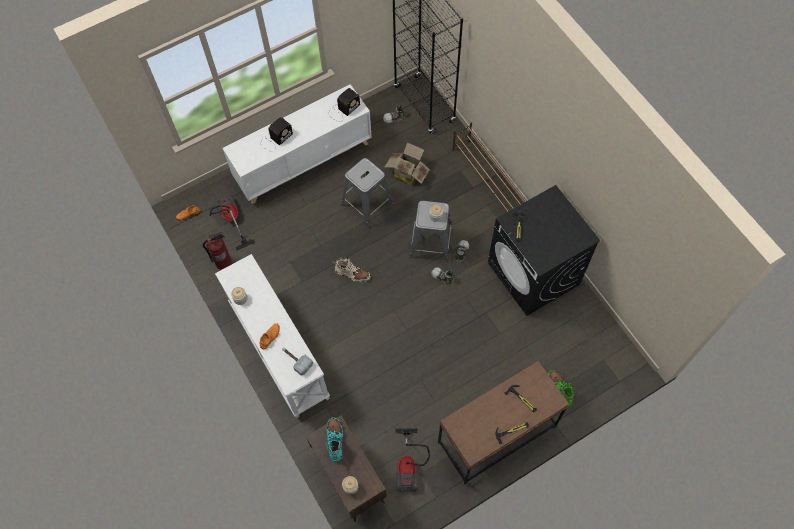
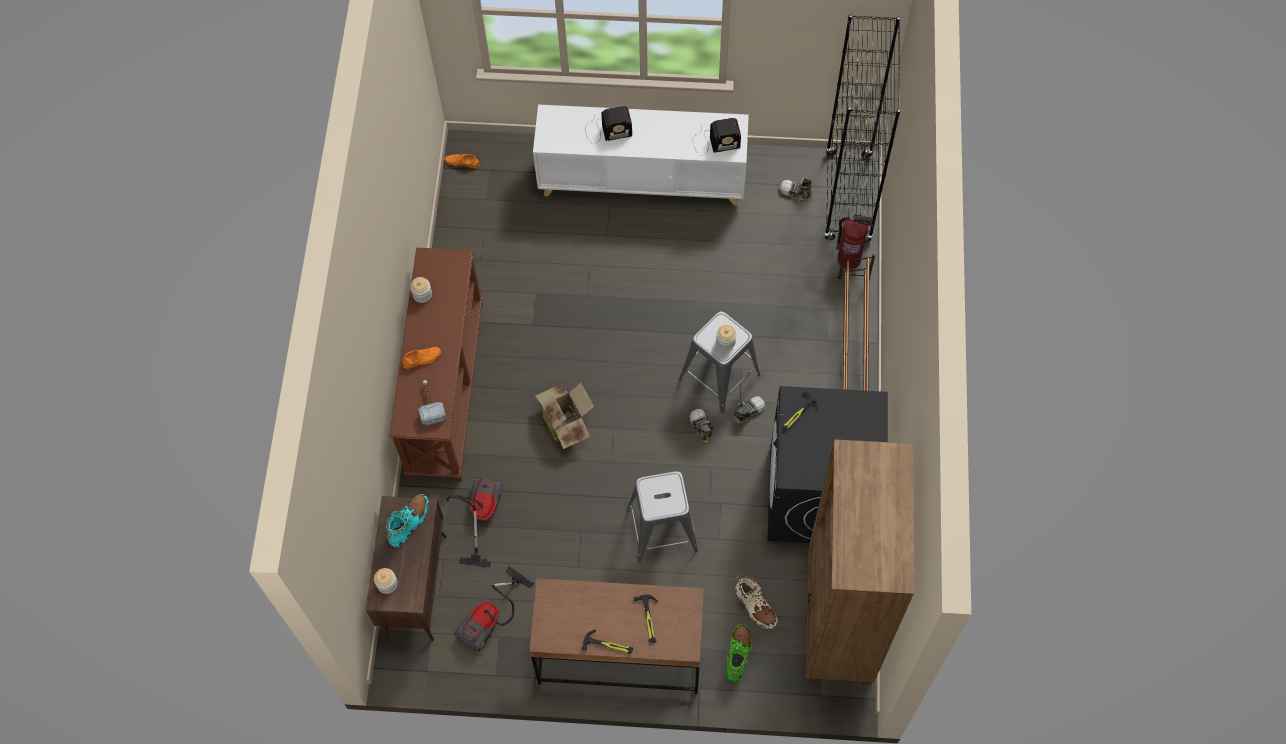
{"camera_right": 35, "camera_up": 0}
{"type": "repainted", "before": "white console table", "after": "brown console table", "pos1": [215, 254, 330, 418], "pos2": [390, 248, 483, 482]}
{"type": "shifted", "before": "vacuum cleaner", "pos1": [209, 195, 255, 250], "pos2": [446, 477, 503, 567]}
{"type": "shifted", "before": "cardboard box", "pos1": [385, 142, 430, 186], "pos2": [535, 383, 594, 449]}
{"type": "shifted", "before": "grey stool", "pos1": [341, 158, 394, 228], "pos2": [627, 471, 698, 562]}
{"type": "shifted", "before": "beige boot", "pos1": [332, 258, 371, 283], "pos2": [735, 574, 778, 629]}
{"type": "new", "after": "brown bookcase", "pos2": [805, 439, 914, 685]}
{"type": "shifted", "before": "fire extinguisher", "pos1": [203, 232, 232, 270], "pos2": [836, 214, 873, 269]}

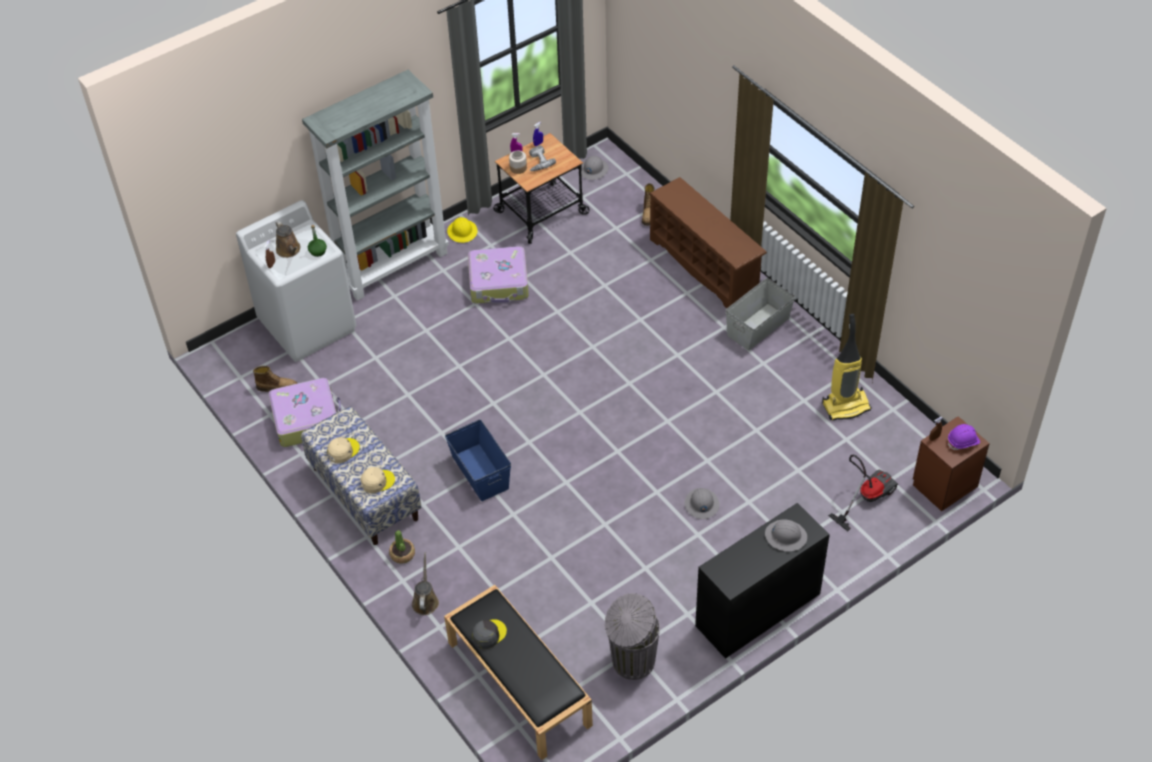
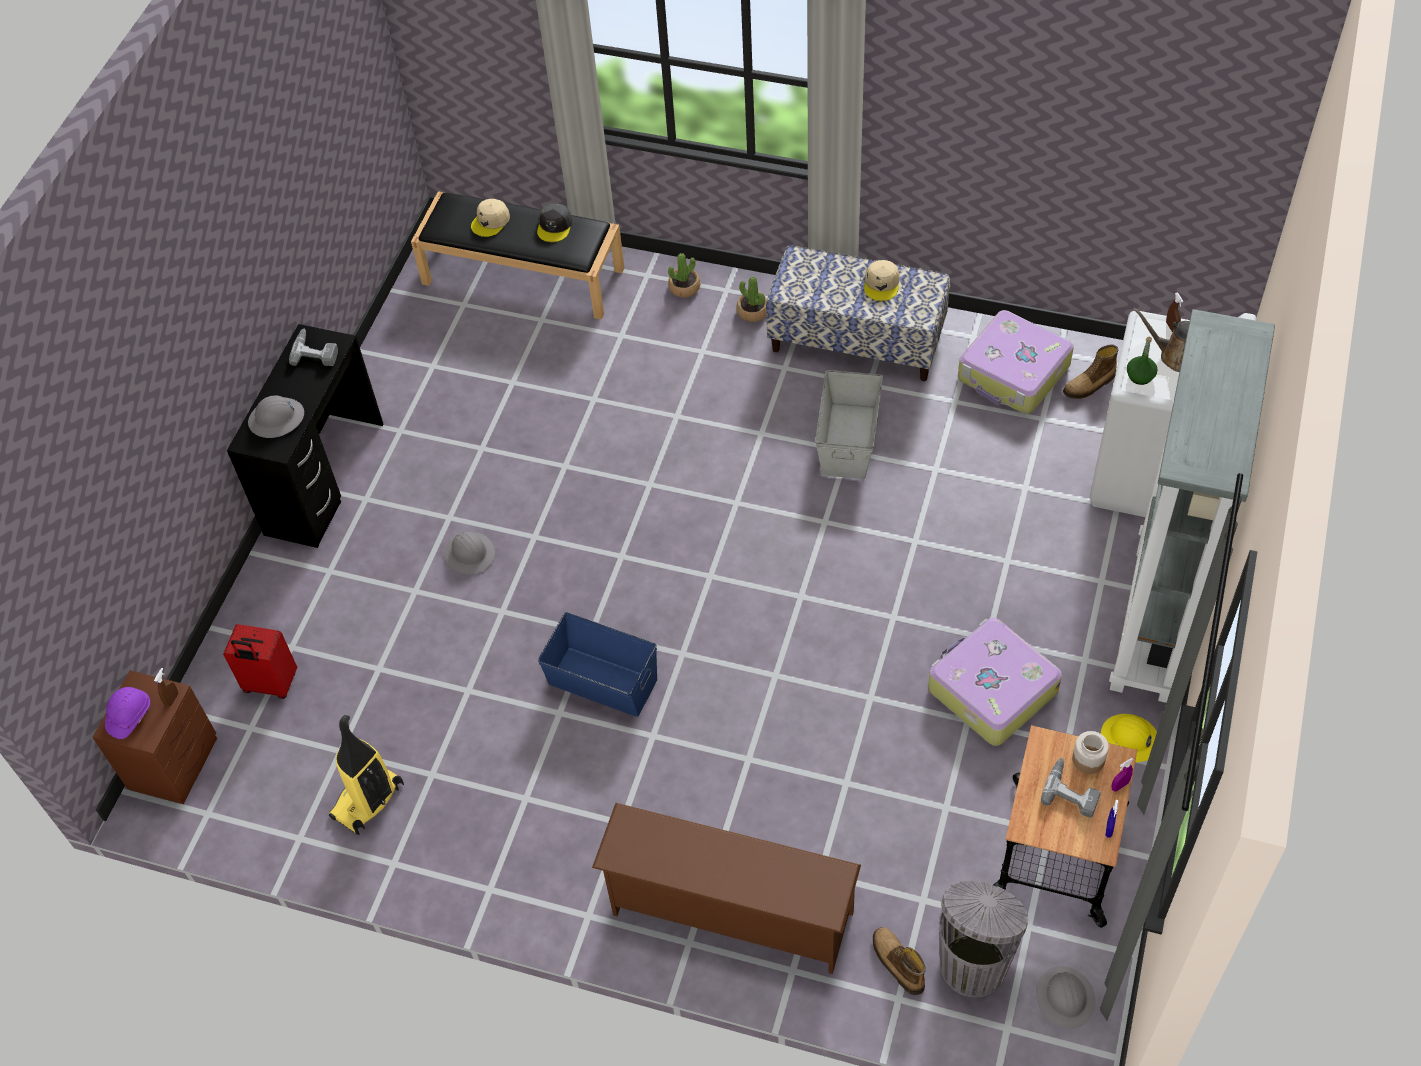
{"camera_right": 145, "camera_up": 5}
{"type": "swapped", "before": "vacuum cleaner", "after": "red suitcase", "pos1": [828, 455, 898, 532], "pos2": [223, 624, 297, 699]}
{"type": "new", "after": "power drill", "pos2": [289, 329, 338, 366]}
{"type": "shifted", "before": "beige cap", "pos1": [361, 467, 395, 493], "pos2": [471, 199, 510, 237]}
{"type": "shifted", "before": "blue storage box", "pos1": [445, 419, 511, 501], "pos2": [538, 612, 657, 717]}
{"type": "swapped", "before": "brown watering can", "after": "potted plant", "pos1": [412, 552, 439, 615], "pos2": [668, 253, 700, 298]}
{"type": "shifted", "before": "grey storage box", "pos1": [725, 278, 795, 351], "pos2": [815, 370, 883, 479]}
{"type": "shifted", "before": "grey trash can", "pos1": [605, 593, 660, 680], "pos2": [939, 880, 1028, 998]}

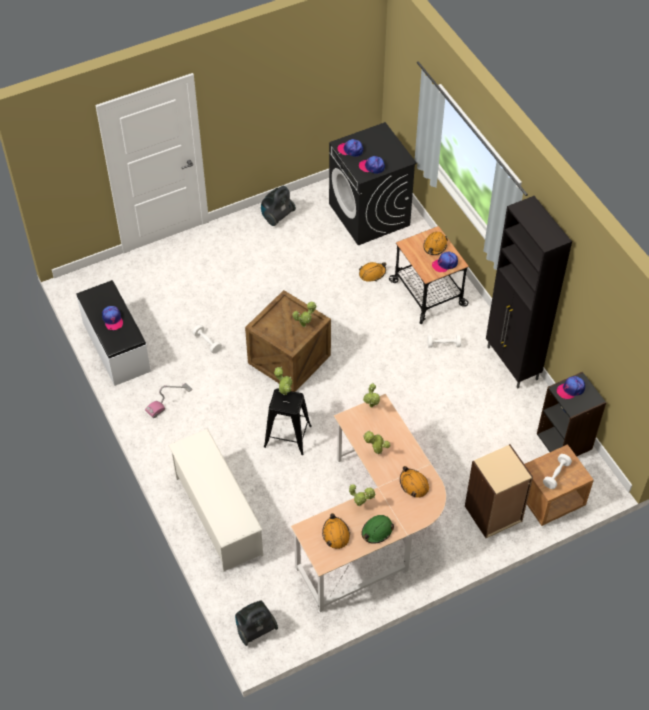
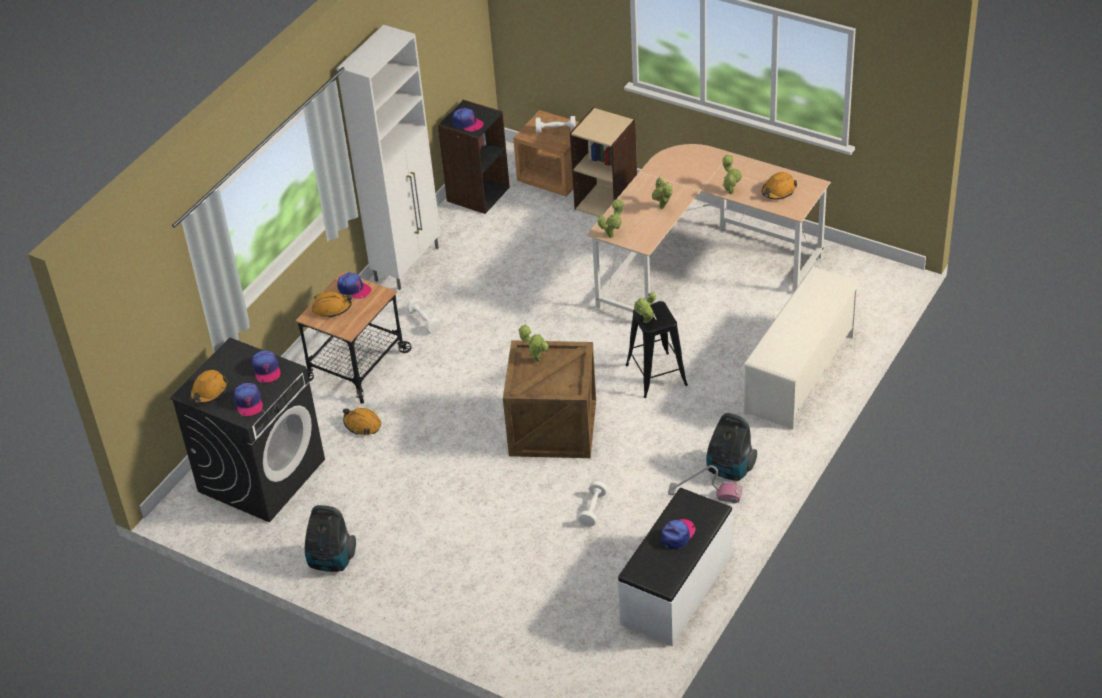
{"camera_right": -120, "camera_up": -10}
{"type": "shifted", "before": "orange hard hat", "pos1": [400, 466, 429, 497], "pos2": [190, 370, 227, 404]}
{"type": "repainted", "before": "black cabinet", "after": "white cabinet", "pos1": [486, 196, 572, 389], "pos2": [337, 25, 441, 290]}
{"type": "shifted", "before": "vacuum cleaner", "pos1": [235, 600, 278, 646], "pos2": [706, 413, 757, 481]}
{"type": "gone", "before": "green hard hat", "pos1": [362, 515, 394, 544]}

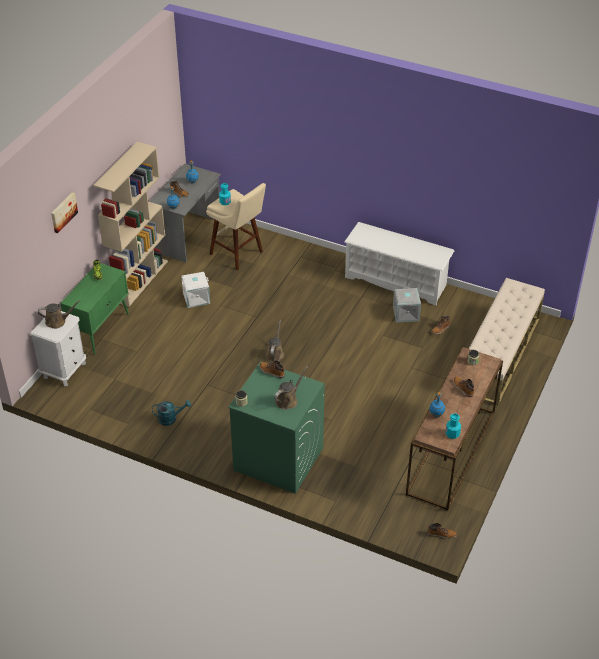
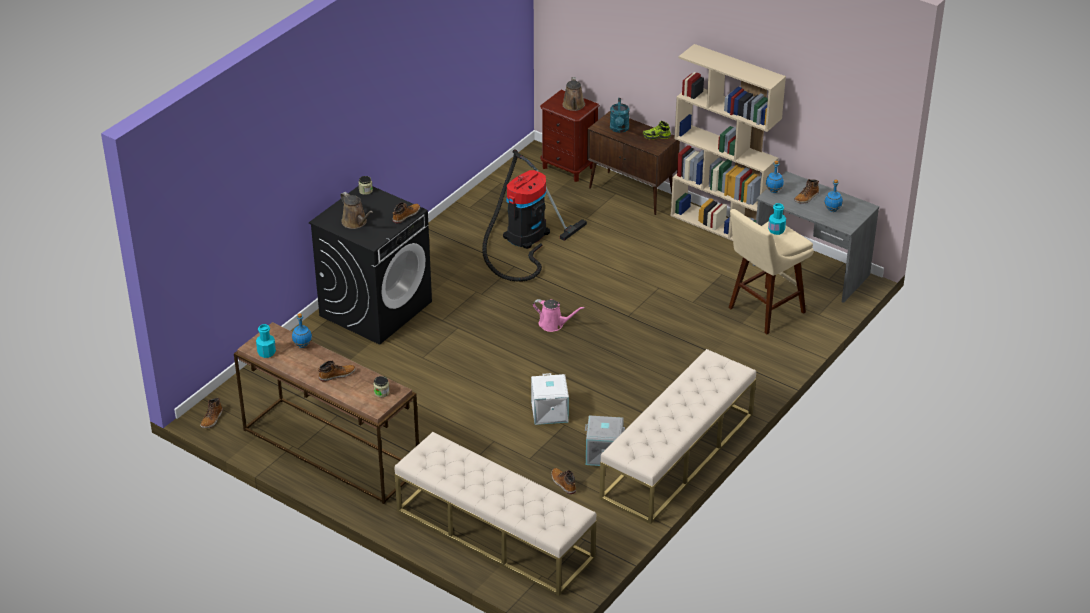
{"camera_right": 100, "camera_up": -5}
{"type": "repainted", "before": "green washing machine", "after": "black washing machine", "pos1": [228, 361, 325, 494], "pos2": [309, 186, 432, 345]}
{"type": "new", "after": "vacuum cleaner", "pos2": [482, 149, 587, 282]}
{"type": "shifted", "before": "white storage box", "pos1": [181, 272, 210, 308], "pos2": [531, 373, 569, 425]}
{"type": "repainted", "before": "brown watering can", "after": "pink watering can", "pos1": [265, 320, 284, 362], "pos2": [533, 299, 585, 332]}
{"type": "repainted", "before": "white nightstand", "after": "brown nightstand", "pos1": [30, 311, 86, 386], "pos2": [540, 90, 600, 182]}
{"type": "repainted", "before": "green cabinet", "after": "brown cabinet", "pos1": [61, 263, 129, 355], "pos2": [587, 111, 680, 215]}
{"type": "swapped", "before": "white shoe rack", "after": "beige bench", "pos1": [344, 222, 455, 306], "pos2": [600, 349, 756, 524]}
{"type": "shifted", "before": "turquoise watering can", "pos1": [152, 400, 191, 426], "pos2": [610, 98, 629, 133]}
{"type": "gone", "before": "picture", "pos1": [51, 193, 78, 233]}

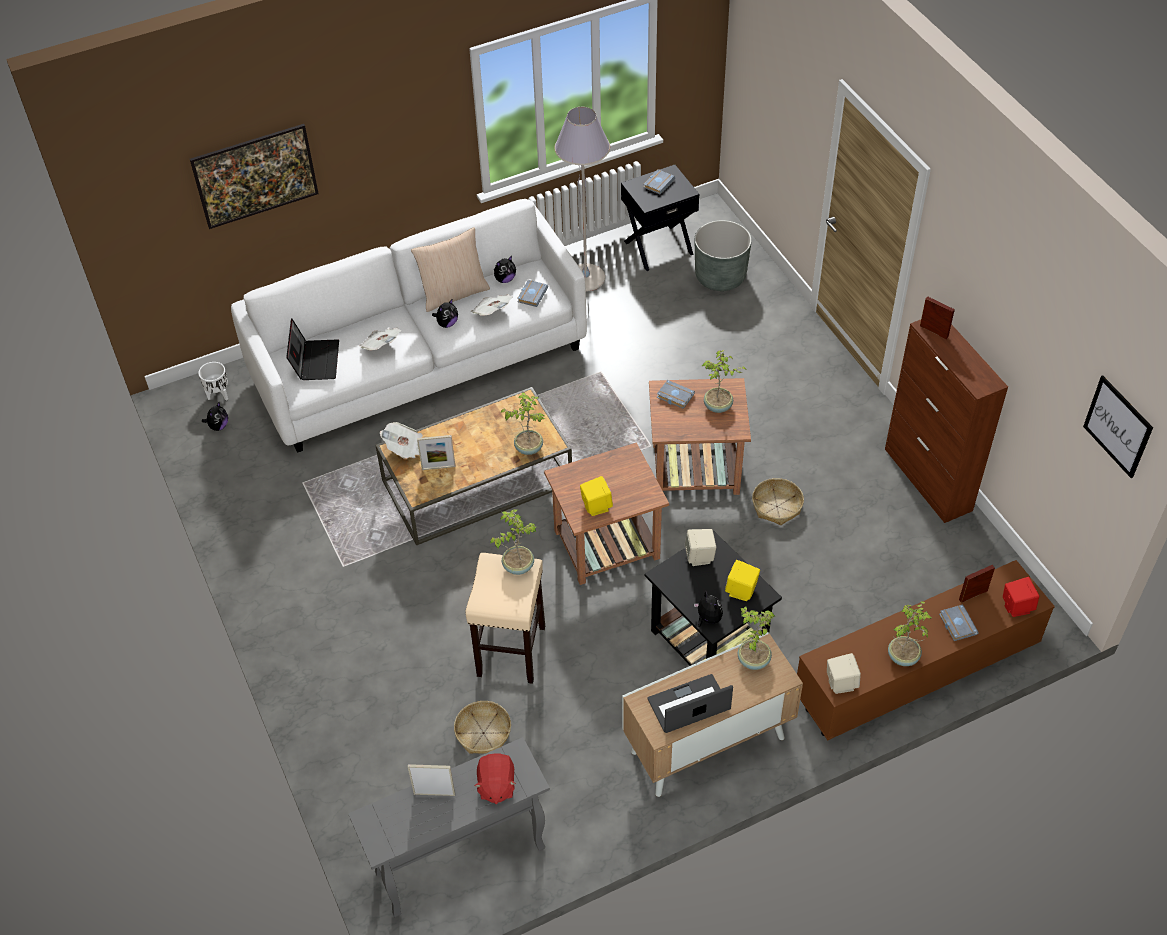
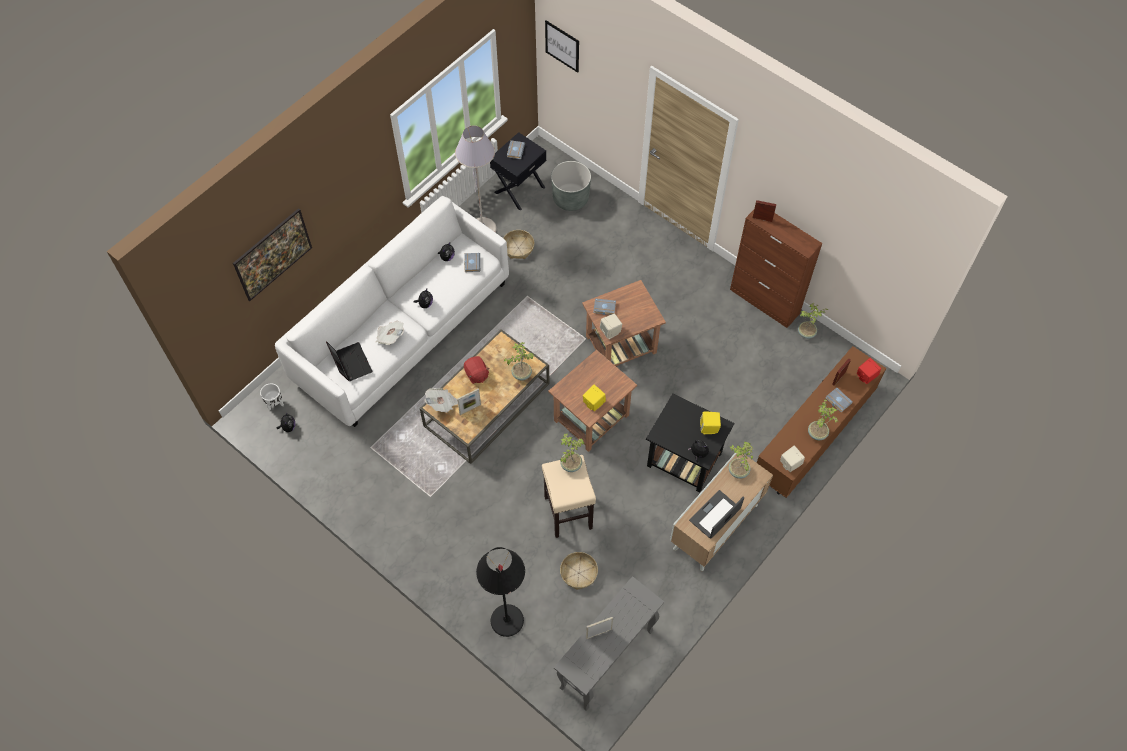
{"camera_right": -25, "camera_up": 10}
{"type": "shifted", "before": "red plush toy", "pos1": [475, 754, 516, 804], "pos2": [464, 356, 489, 384]}
{"type": "new", "after": "black floor lamp", "pos2": [476, 547, 525, 637]}
{"type": "shifted", "before": "basket", "pos1": [752, 478, 804, 525], "pos2": [503, 230, 534, 259]}
{"type": "shifted", "before": "picture", "pos1": [1083, 375, 1153, 478], "pos2": [545, 20, 579, 73]}
{"type": "shifted", "before": "beige speaker", "pos1": [685, 529, 716, 566], "pos2": [600, 313, 622, 339]}
{"type": "shifted", "before": "potted plant", "pos1": [702, 350, 747, 413], "pos2": [798, 303, 828, 339]}
{"type": "gone", "before": "beige pillow", "pos1": [411, 227, 490, 312]}
{"type": "gone", "before": "newspaper", "pos1": [471, 294, 513, 316]}

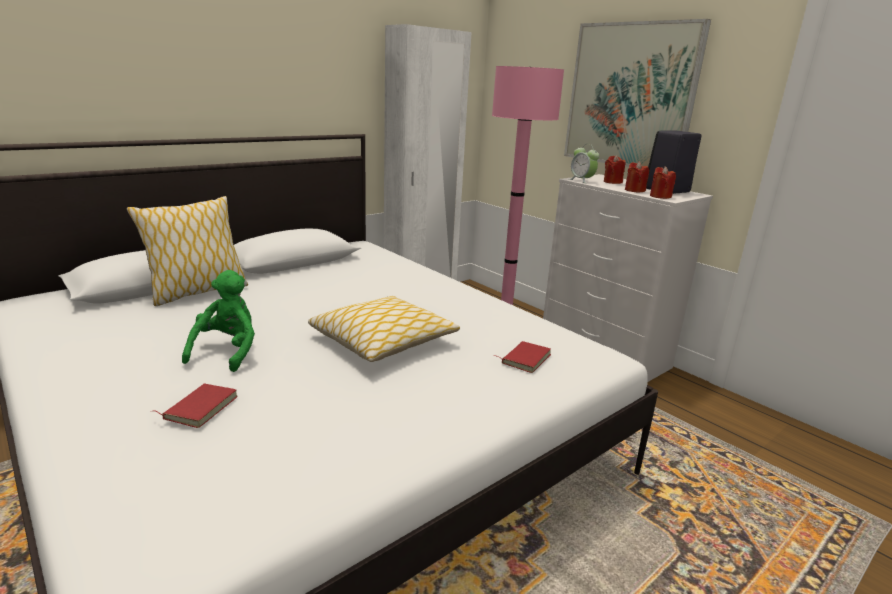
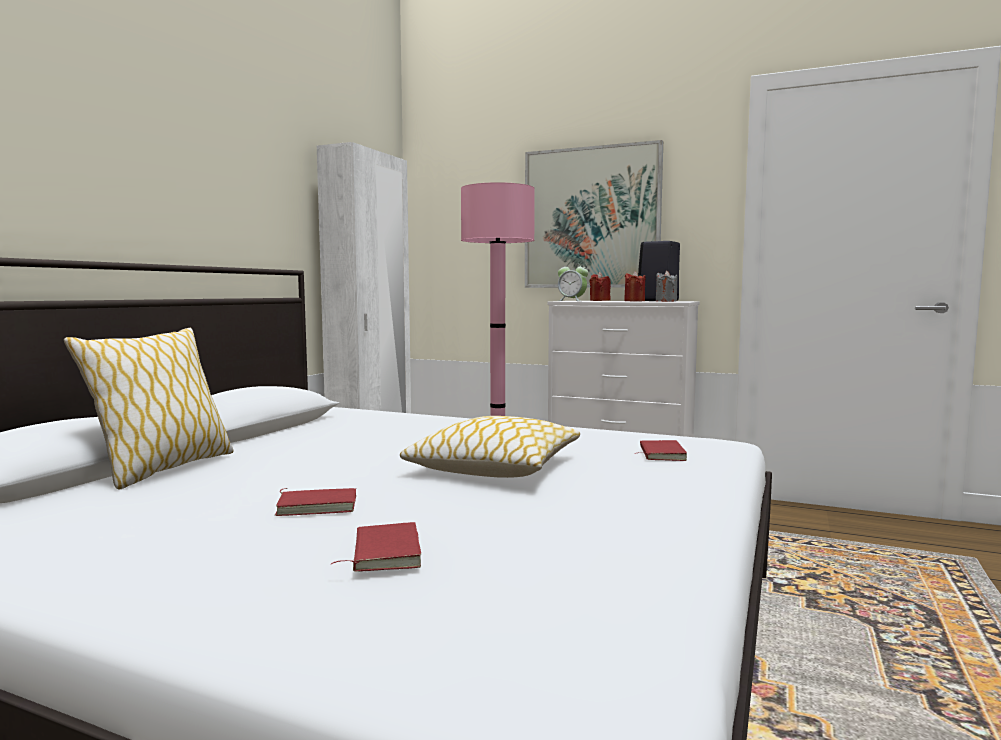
{"camera_right": -25, "camera_up": -15}
{"type": "swapped", "before": "green plush toy", "after": "red book", "pos1": [182, 270, 255, 372], "pos2": [275, 488, 356, 516]}
{"type": "repainted", "before": "red candle", "after": "grey candle", "pos1": [650, 166, 676, 199], "pos2": [656, 270, 678, 302]}

